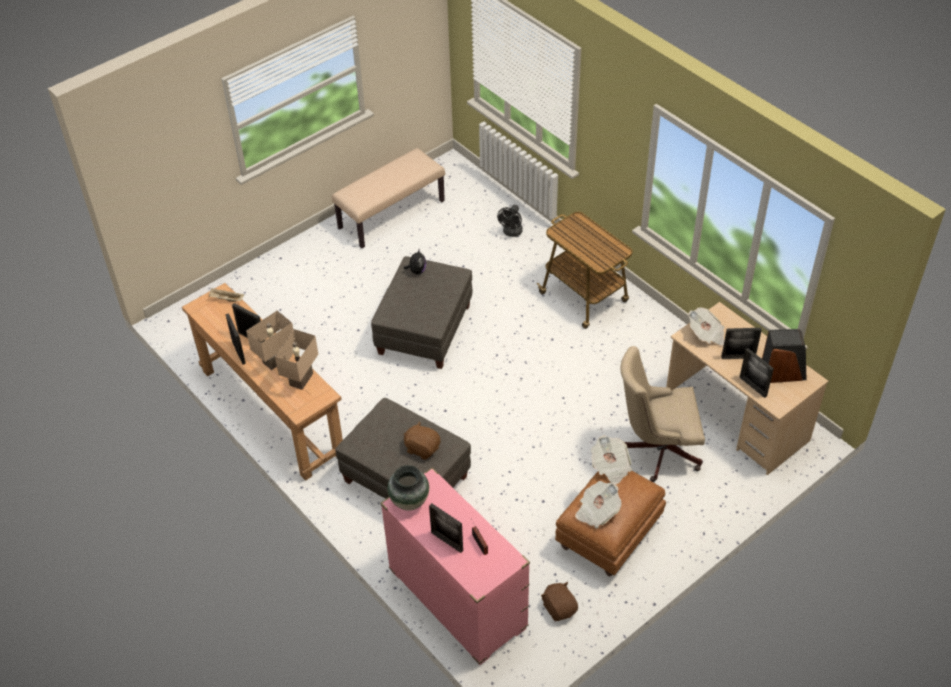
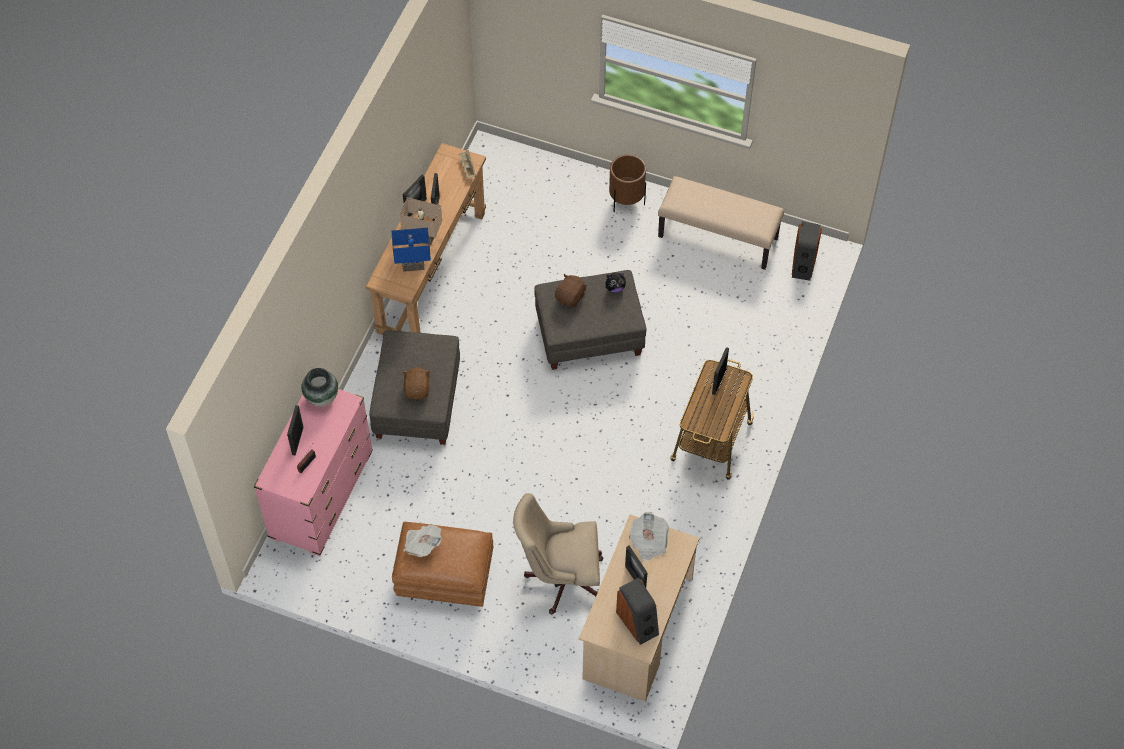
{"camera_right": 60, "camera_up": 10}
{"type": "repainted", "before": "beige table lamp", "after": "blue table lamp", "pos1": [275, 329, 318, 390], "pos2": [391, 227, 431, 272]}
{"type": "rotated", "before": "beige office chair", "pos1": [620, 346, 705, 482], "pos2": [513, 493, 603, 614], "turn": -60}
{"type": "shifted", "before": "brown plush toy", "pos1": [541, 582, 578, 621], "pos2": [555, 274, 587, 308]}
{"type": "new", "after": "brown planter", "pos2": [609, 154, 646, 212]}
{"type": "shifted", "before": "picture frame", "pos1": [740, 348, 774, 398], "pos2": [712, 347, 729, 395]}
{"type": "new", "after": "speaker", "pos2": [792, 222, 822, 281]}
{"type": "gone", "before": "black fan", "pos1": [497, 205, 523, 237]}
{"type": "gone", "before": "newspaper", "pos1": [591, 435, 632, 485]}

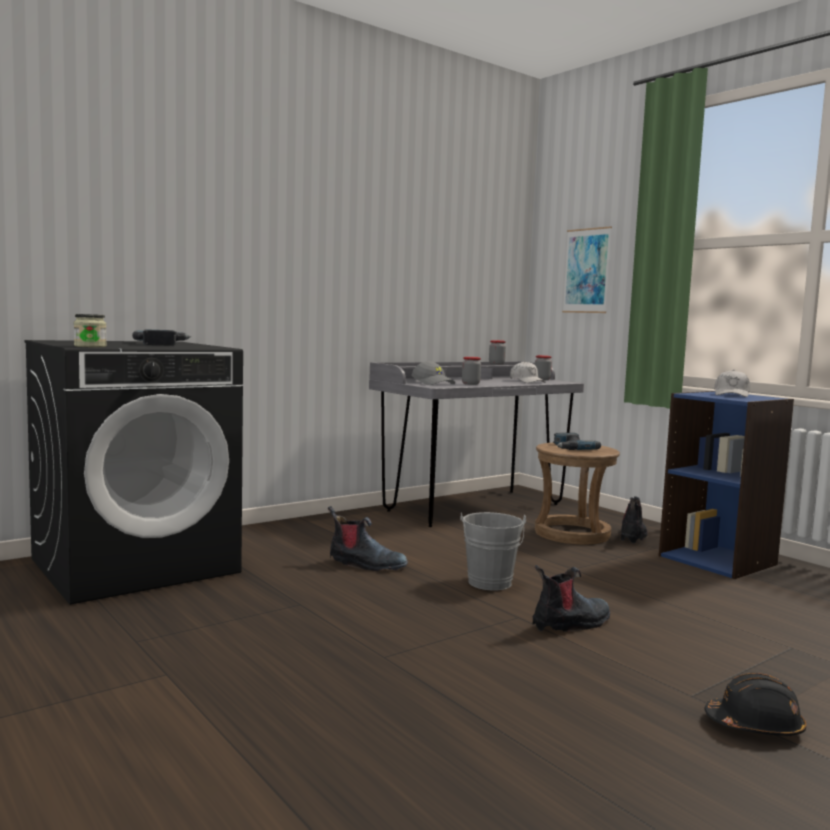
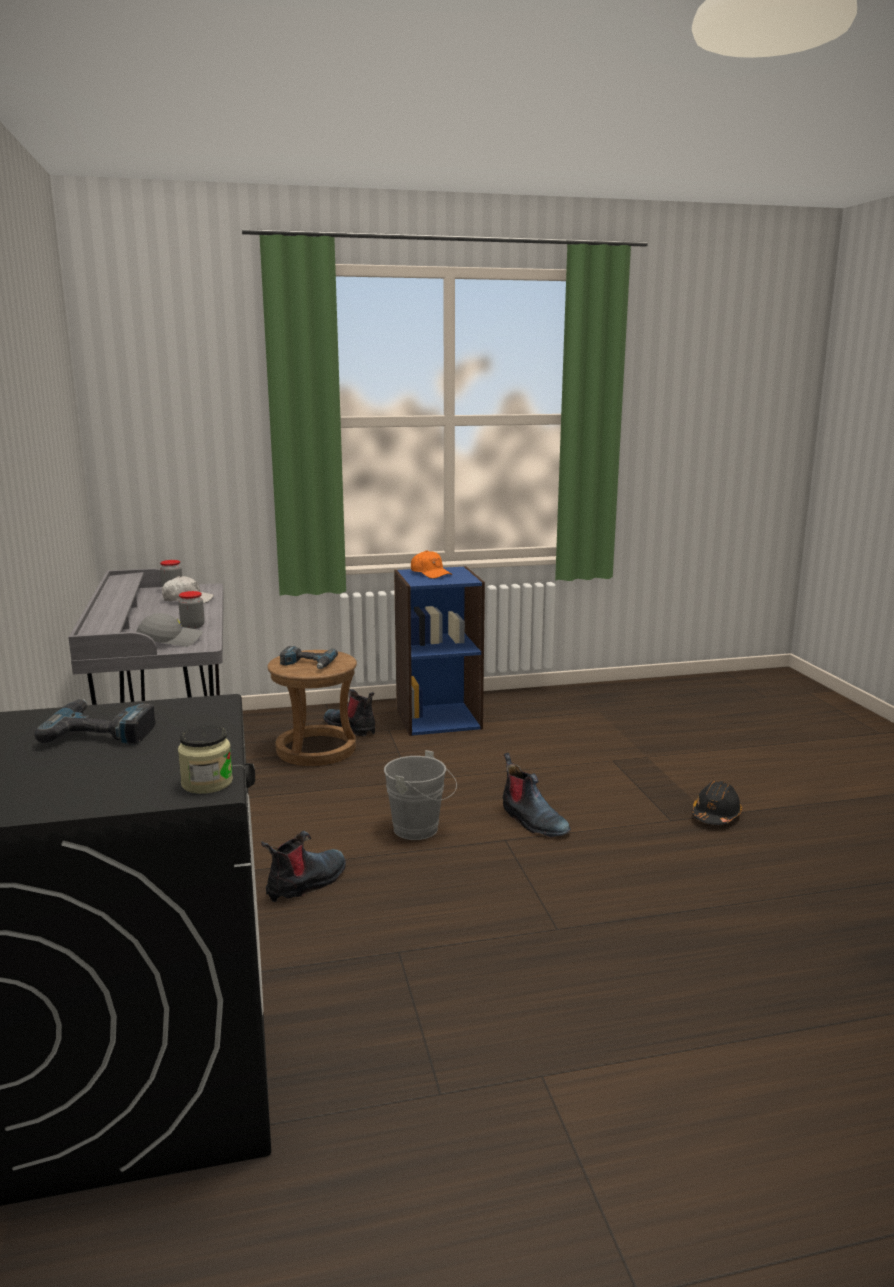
{"camera_right": -65, "camera_up": 10}
{"type": "repainted", "before": "white cap", "after": "orange cap", "pos1": [714, 370, 750, 397], "pos2": [411, 550, 452, 579]}
{"type": "rotated", "before": "boot", "pos1": [532, 565, 610, 632], "pos2": [503, 753, 571, 838], "turn": 150}
{"type": "gone", "before": "jar", "pos1": [489, 340, 506, 365]}
{"type": "gone", "before": "picture", "pos1": [562, 226, 612, 313]}

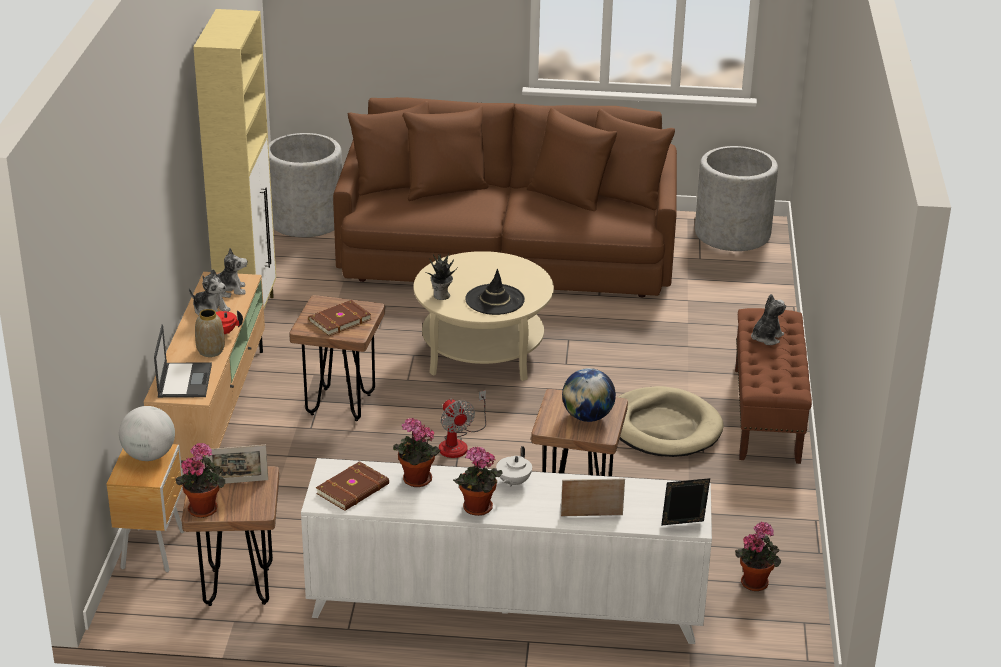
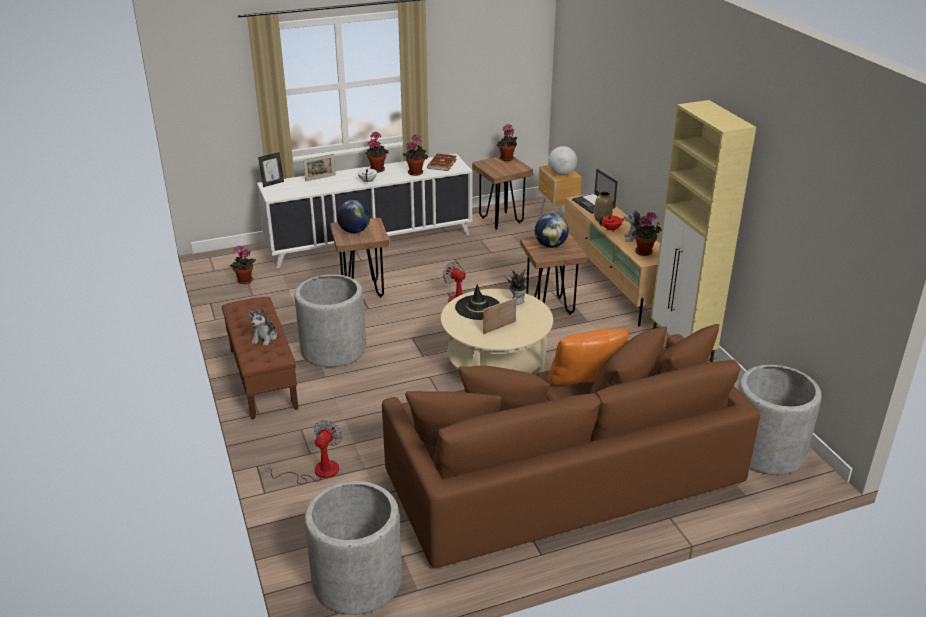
{"camera_right": 155, "camera_up": 0}
{"type": "new", "after": "fan", "pos2": [265, 420, 343, 484]}
{"type": "swapped", "before": "beige dog bed", "after": "grey planter", "pos1": [618, 386, 724, 457], "pos2": [294, 274, 366, 367]}
{"type": "shifted", "before": "picture frame", "pos1": [205, 445, 268, 484], "pos2": [483, 297, 517, 334]}
{"type": "swapped", "before": "brown book", "after": "globe", "pos1": [308, 300, 371, 336], "pos2": [535, 214, 569, 248]}
{"type": "new", "after": "orange pillow", "pos2": [548, 328, 629, 385]}
{"type": "swapped", "before": "plush toy", "after": "potted plant", "pos1": [202, 248, 247, 298], "pos2": [635, 212, 662, 256]}

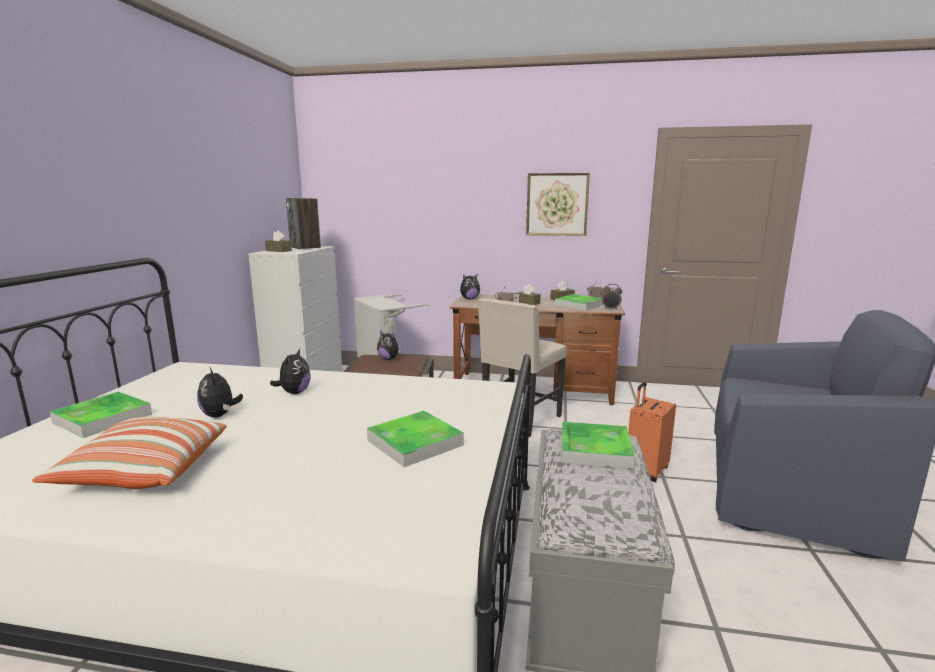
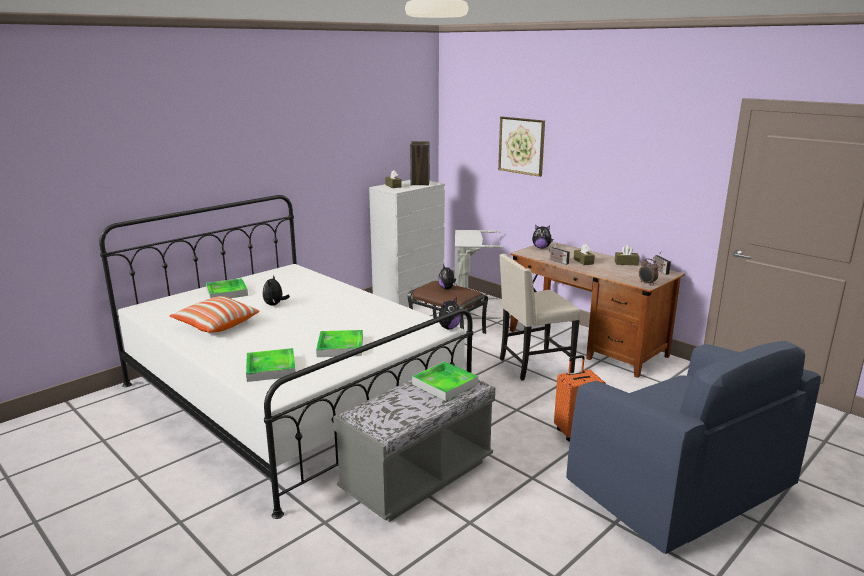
{"camera_right": 35, "camera_up": 5}
{"type": "shifted", "before": "tray", "pos1": [555, 294, 603, 311], "pos2": [246, 348, 296, 382]}
{"type": "shifted", "before": "plush toy", "pos1": [270, 349, 311, 394], "pos2": [433, 297, 461, 330]}
{"type": "shifted", "before": "picture", "pos1": [526, 173, 590, 236], "pos2": [498, 117, 545, 177]}

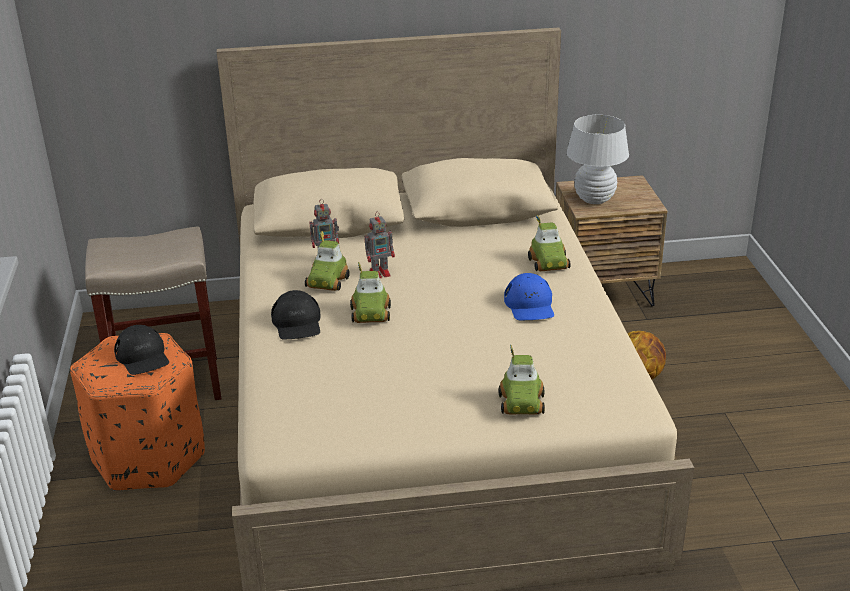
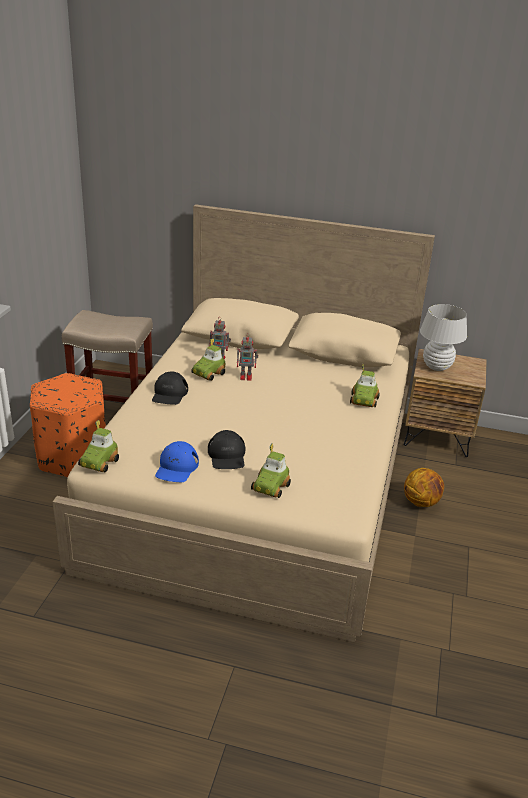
{"camera_right": 20, "camera_up": 0}
{"type": "shifted", "before": "toy car", "pos1": [350, 262, 391, 323], "pos2": [78, 420, 119, 472]}
{"type": "shifted", "before": "blue cap", "pos1": [504, 273, 554, 320], "pos2": [155, 441, 199, 482]}
{"type": "shifted", "before": "black cap", "pos1": [114, 325, 169, 375], "pos2": [208, 430, 246, 469]}

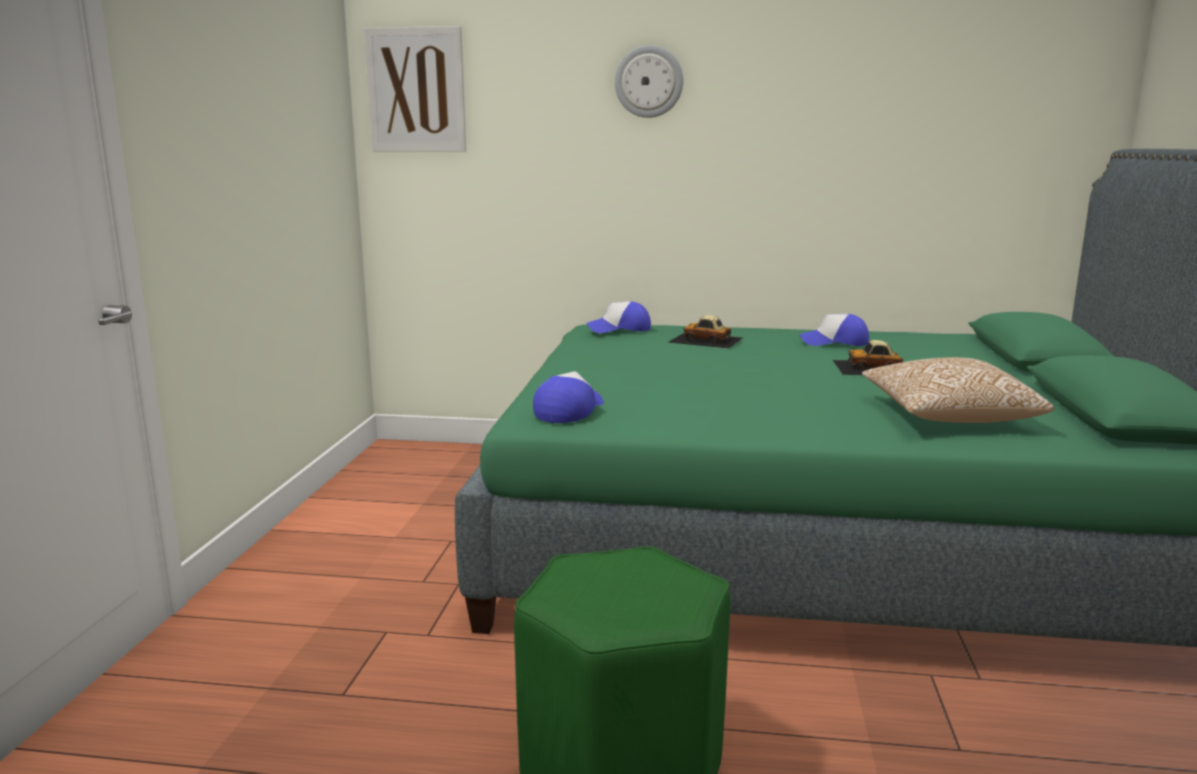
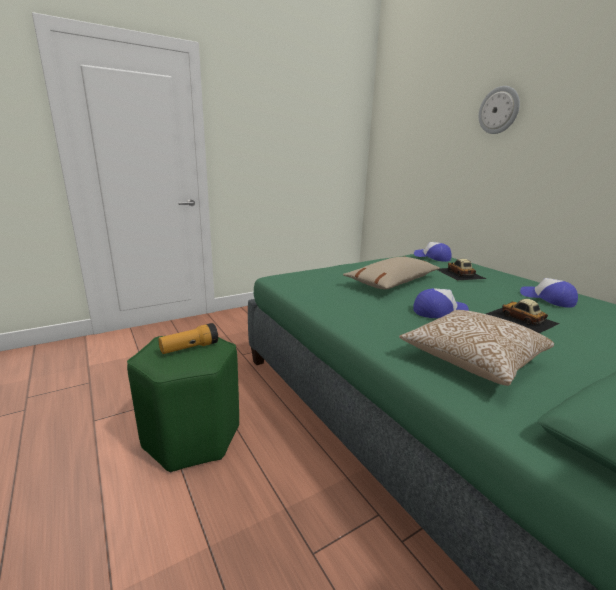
{"camera_right": 50, "camera_up": 5}
{"type": "new", "after": "flashlight", "pos2": [158, 323, 218, 354]}
{"type": "new", "after": "beige pillow", "pos2": [343, 256, 440, 289]}
{"type": "shifted", "before": "cap", "pos1": [533, 371, 604, 423], "pos2": [413, 288, 469, 318]}
{"type": "gone", "before": "picture", "pos1": [364, 26, 466, 152]}

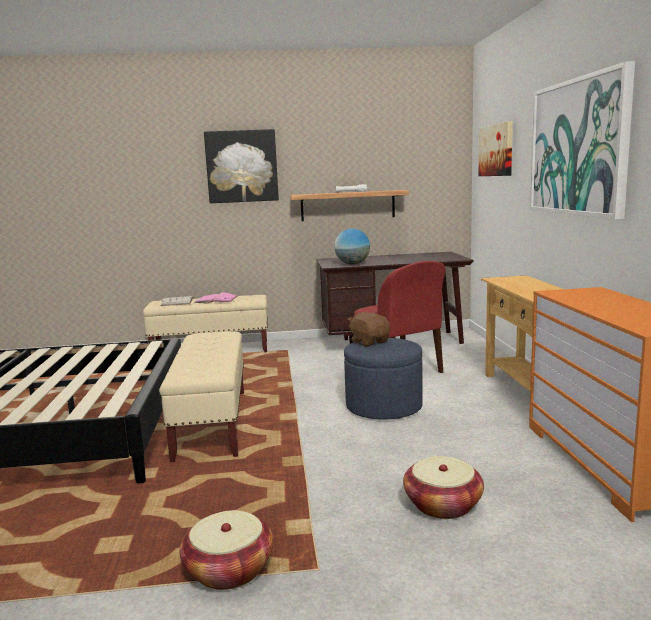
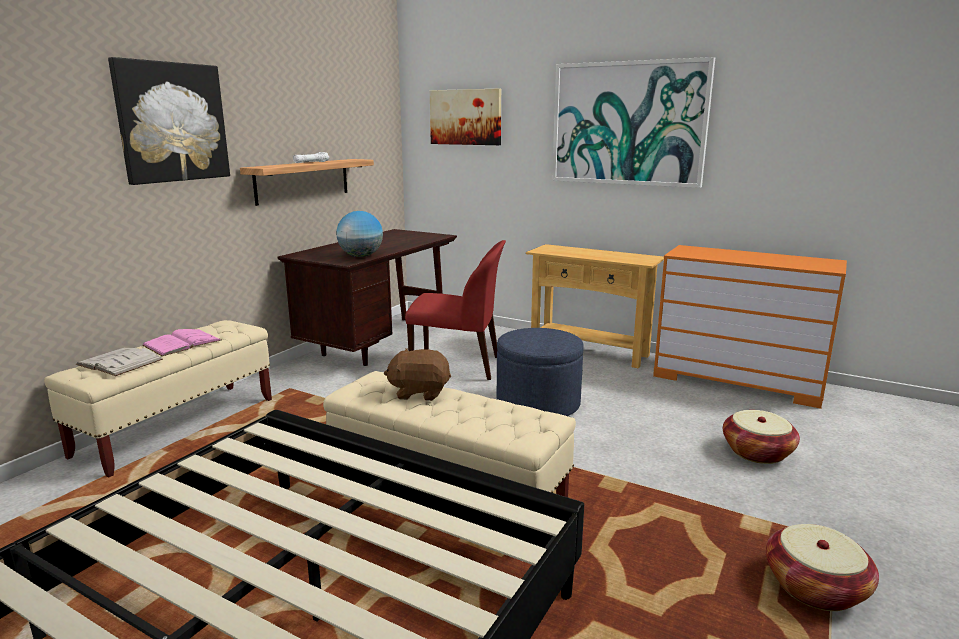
{"camera_right": -55, "camera_up": 5}
{"type": "shifted", "before": "brown plush toy", "pos1": [348, 312, 390, 347], "pos2": [384, 348, 451, 401]}

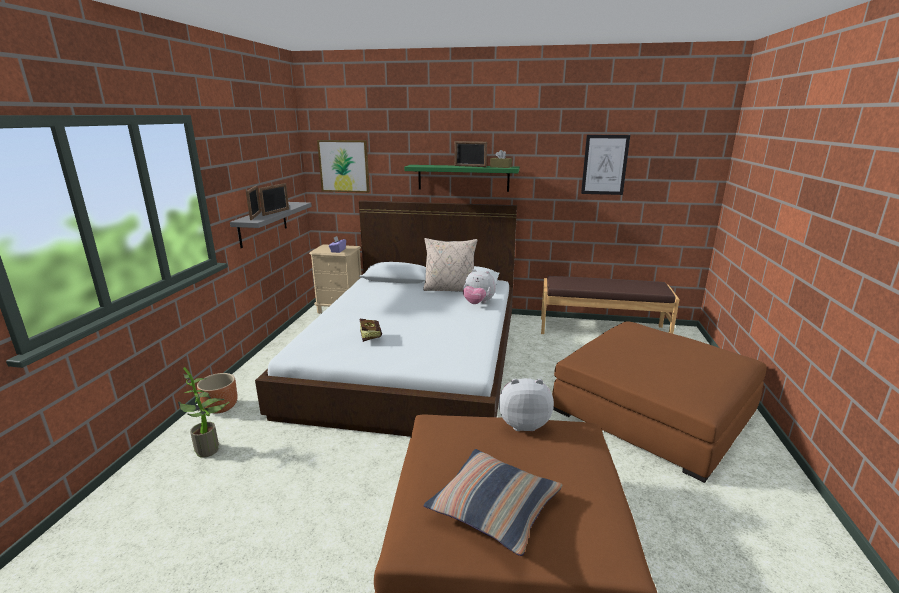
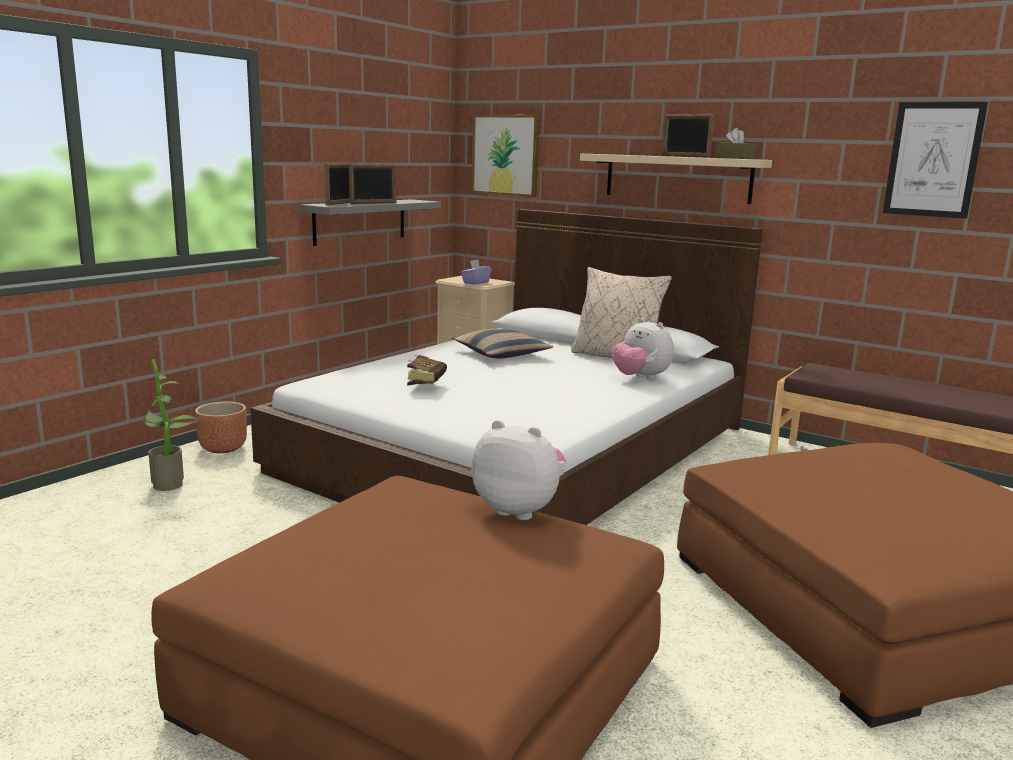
{"camera_right": 25, "camera_up": -5}
{"type": "shifted", "before": "pillow", "pos1": [424, 449, 563, 556], "pos2": [451, 329, 554, 359]}
{"type": "repainted", "before": "green shelf", "after": "beige shelf", "pos1": [404, 165, 519, 192], "pos2": [580, 154, 772, 204]}

